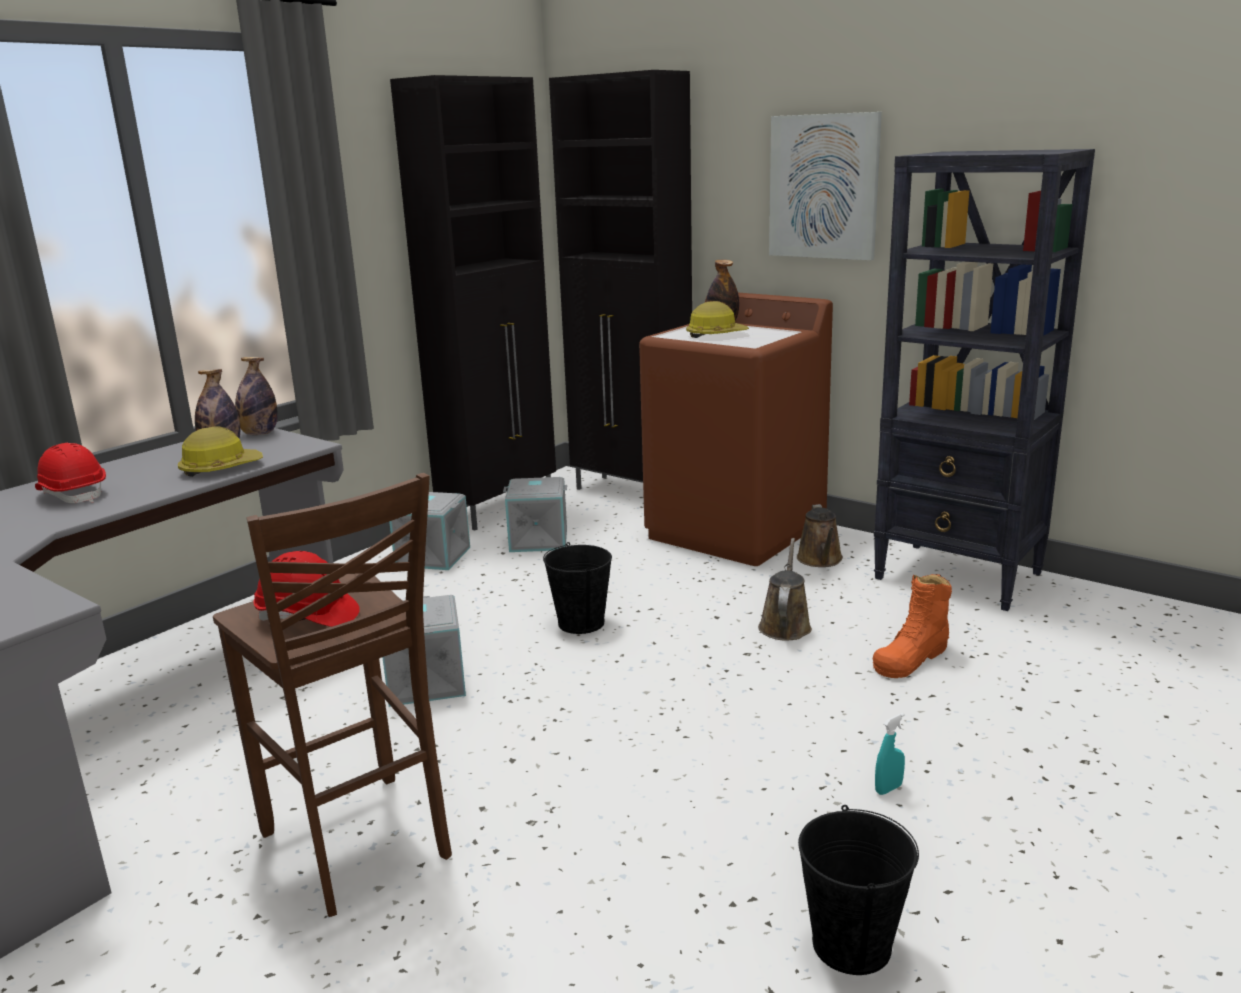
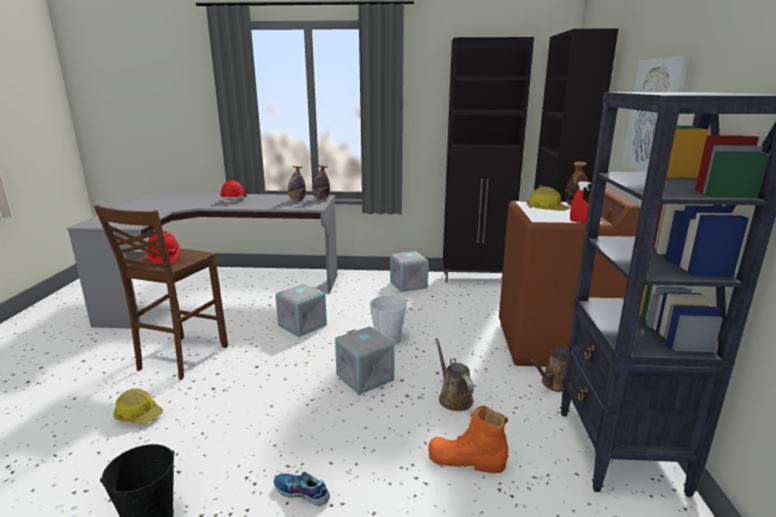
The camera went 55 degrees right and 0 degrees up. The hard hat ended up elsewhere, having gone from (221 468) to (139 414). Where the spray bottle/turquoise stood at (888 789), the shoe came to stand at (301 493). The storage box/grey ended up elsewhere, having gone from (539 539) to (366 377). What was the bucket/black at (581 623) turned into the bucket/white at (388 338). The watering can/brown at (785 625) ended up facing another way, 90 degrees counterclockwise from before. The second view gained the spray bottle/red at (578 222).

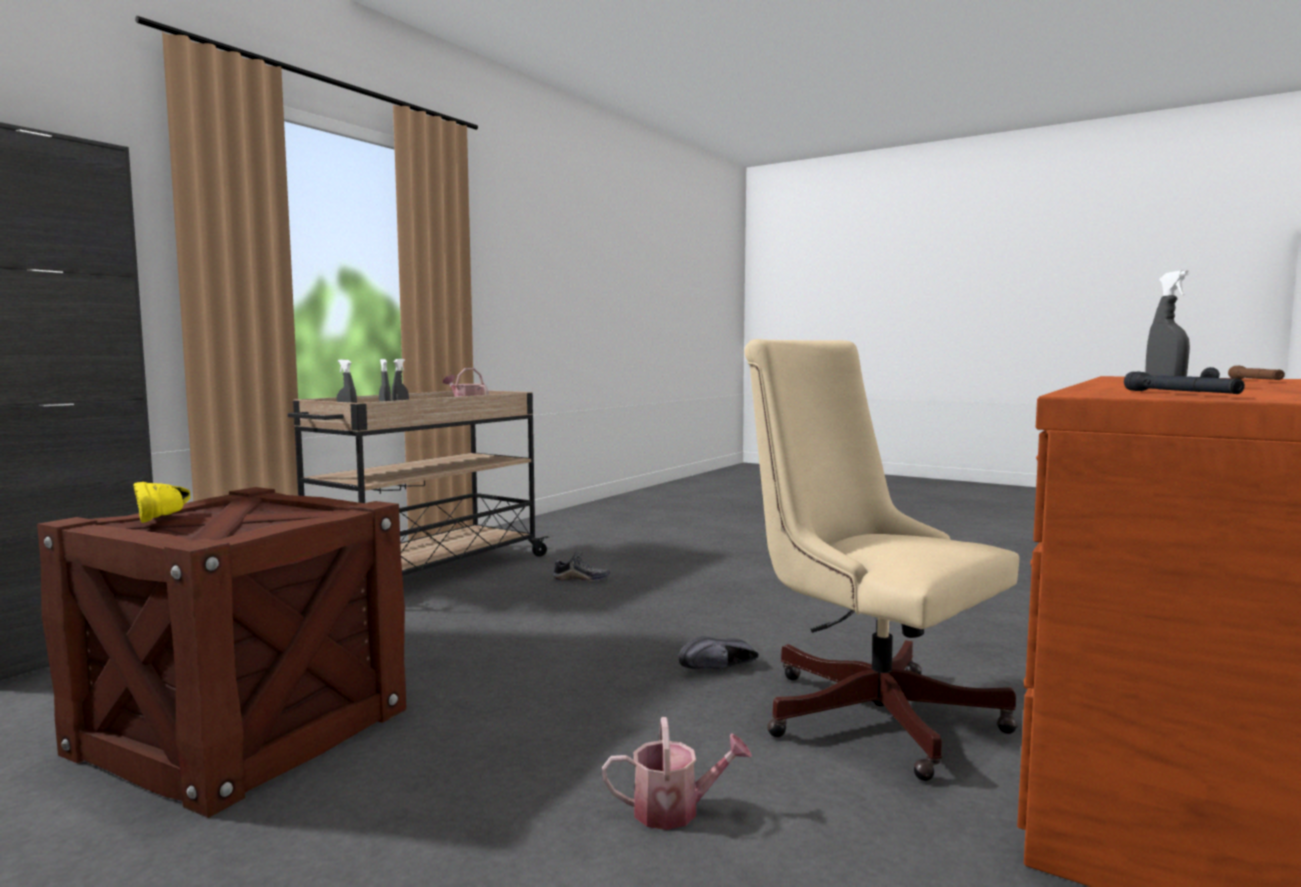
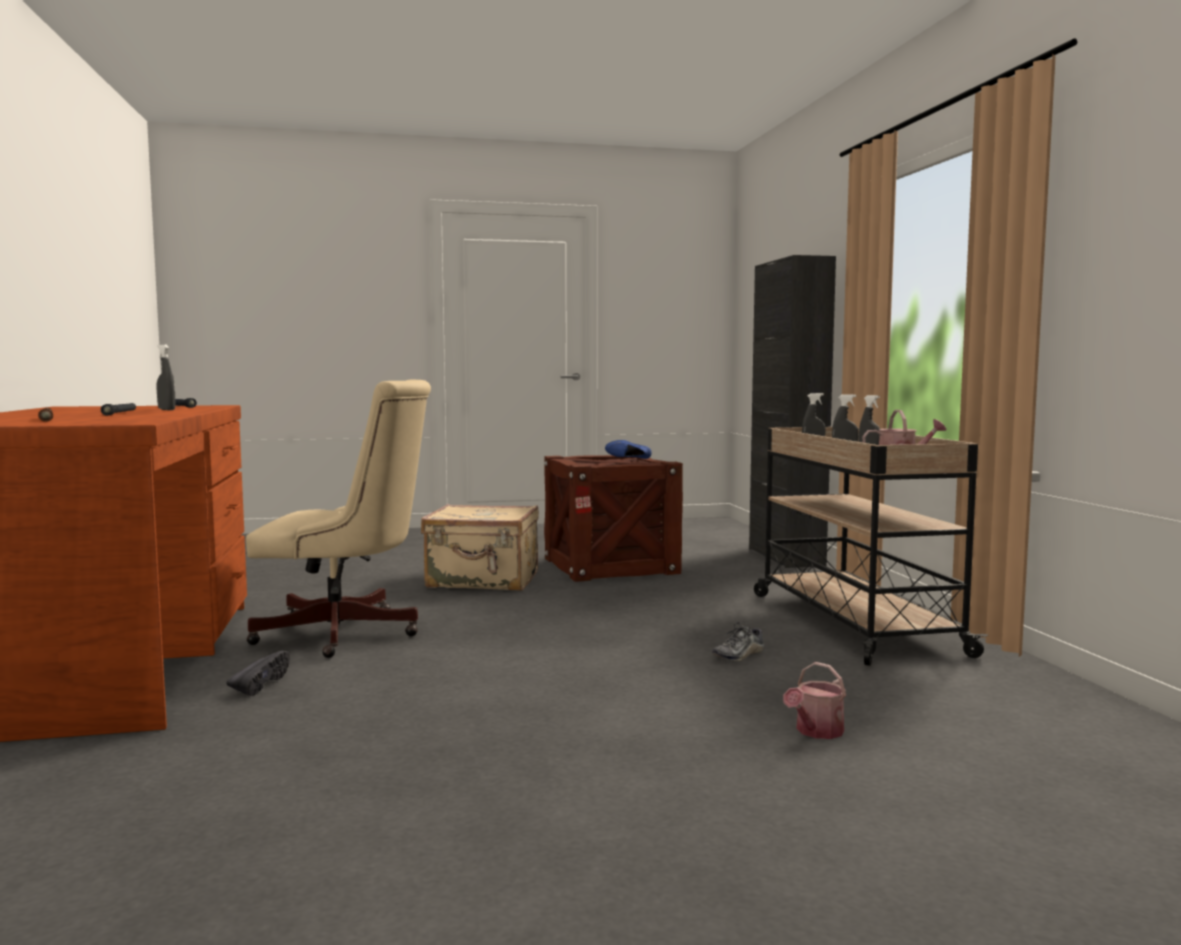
The camera went 135 degrees right and 0 degrees up. The shoe/black ended up elsewhere, having gone from (720 670) to (259 684). The second view gained the suitcase/beige at (483 581). What was the shoe/yellow at (166 518) turned into the shoe/blue at (627 459). The watering can ended up elsewhere, having gone from (675 810) to (816 732).

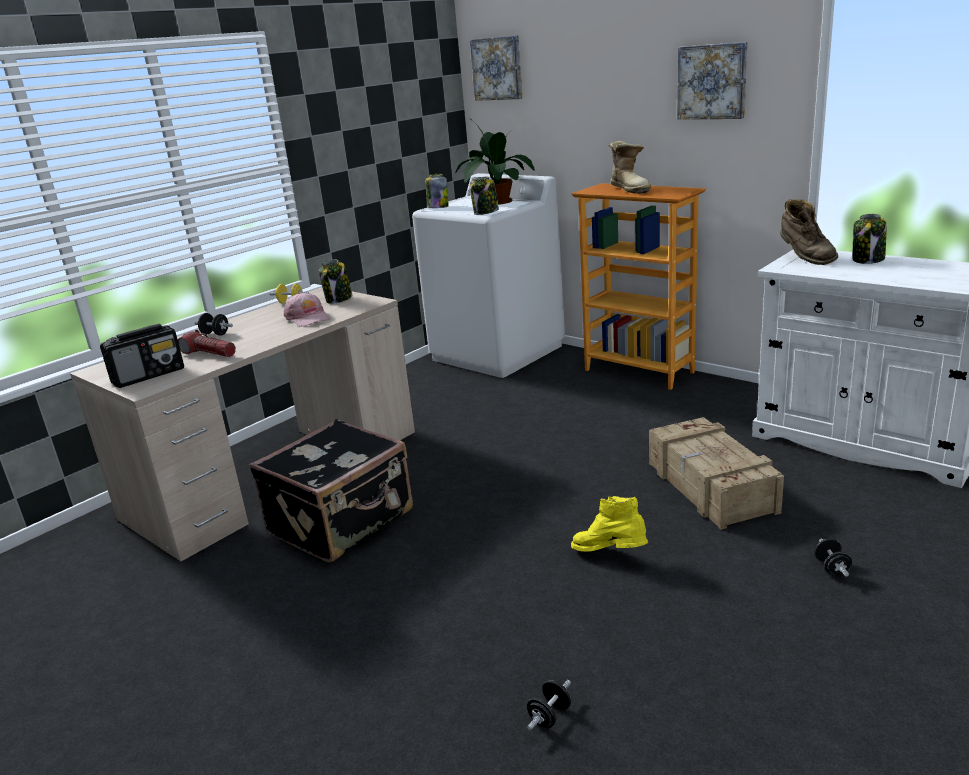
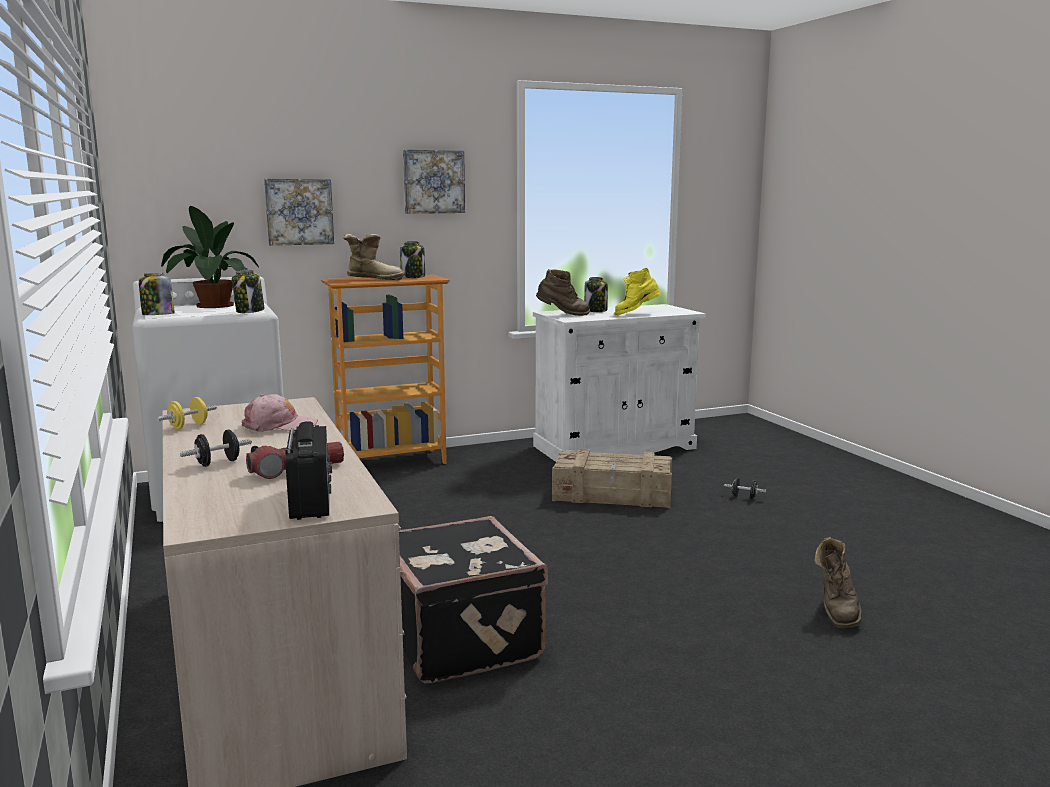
The camera went 65 degrees left and 10 degrees down. The picture ended up elsewhere, having gone from (498 68) to (299 211). The jar ended up elsewhere, having gone from (338 299) to (413 277). The boot/yellow ended up elsewhere, having gone from (610 555) to (636 314). Where the dumbbell/black stood at (550 716), the boot/brown came to stand at (836 611).

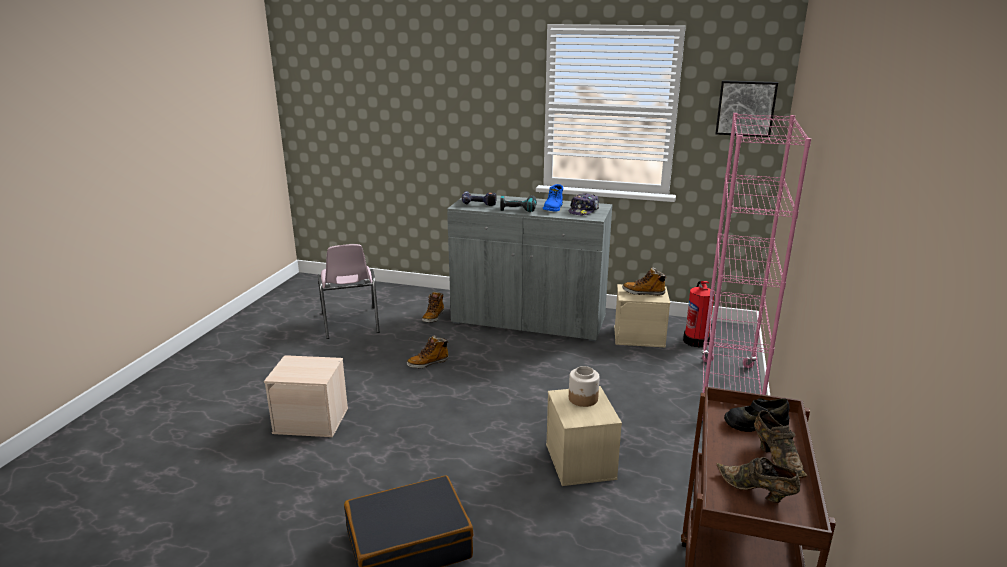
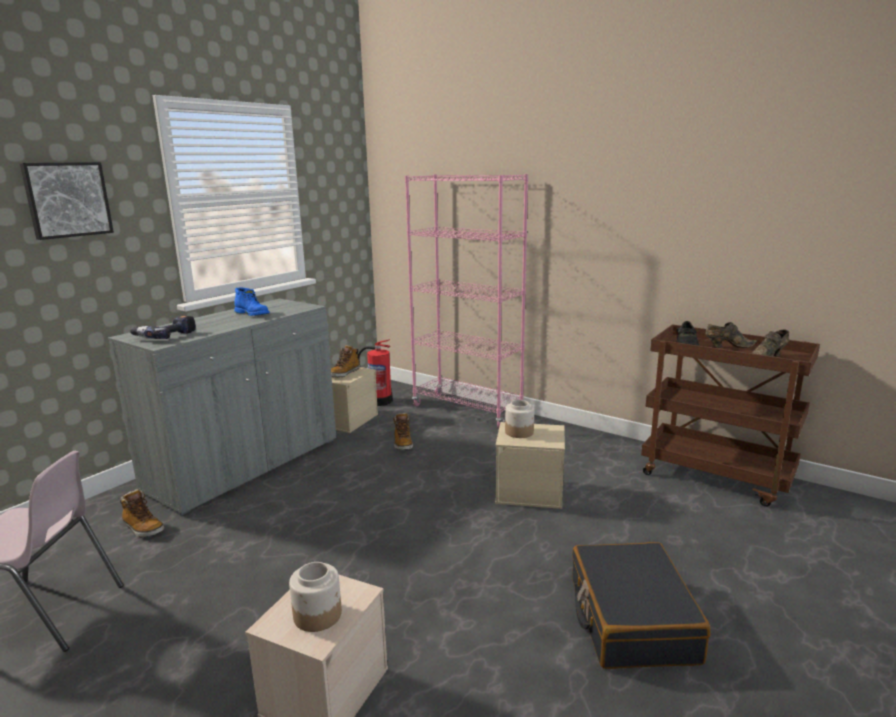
The camera went 70 degrees left and 5 degrees down. The picture ended up elsewhere, having gone from (745 108) to (67 199). The second view gained the jar at (318 615). The boot ended up elsewhere, having gone from (428 363) to (403 443). The second view lost the power drill at (518 208). The second view lost the cap at (584 211).

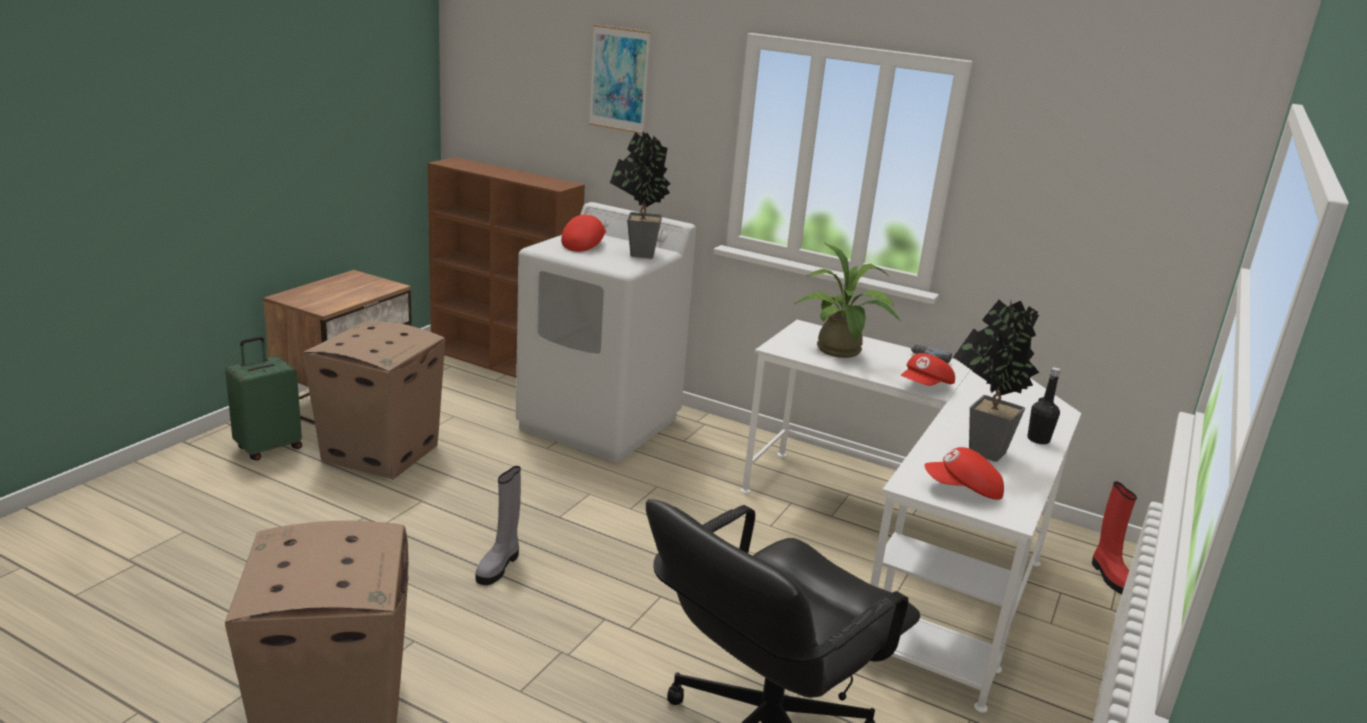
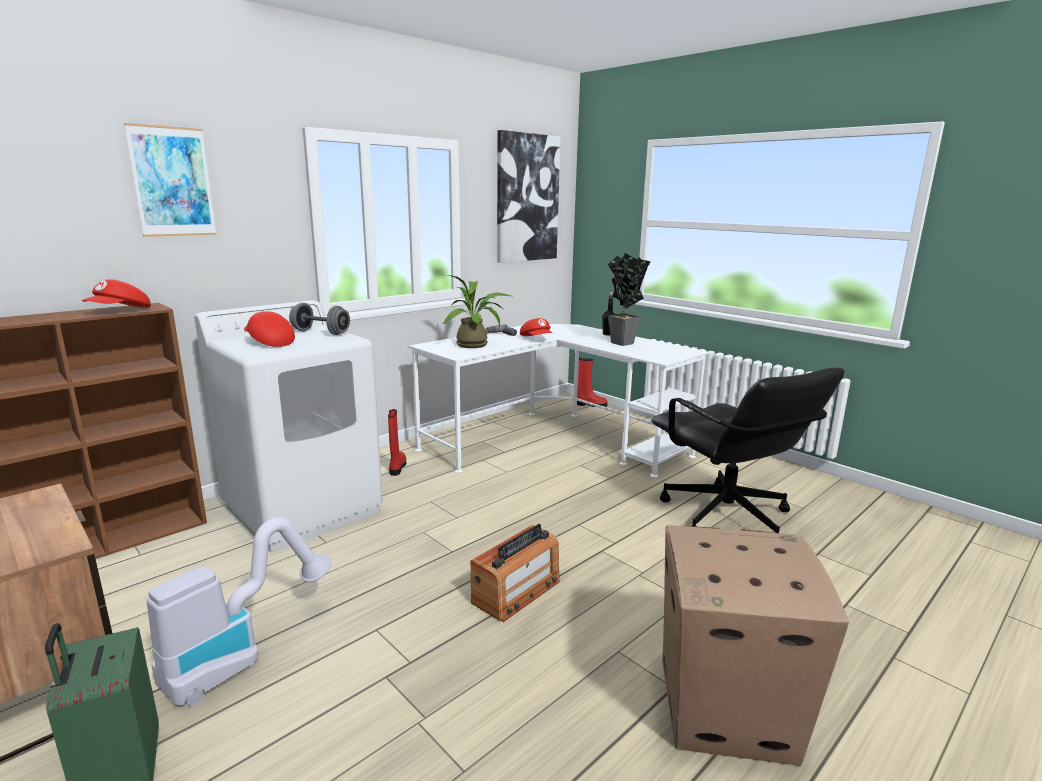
The camera went 70 degrees left and 5 degrees down. The cap/red ended up elsewhere, having gone from (963 490) to (120 311). Where the cardboard box stood at (382 453), the vacuum cleaner came to stand at (241 654). Where the potted plant stood at (639 255), the dumbbell/grey came to stand at (320 332). The second view gained the boot/red at (397 467). Where the boot/grey stood at (499 566), the radio came to stand at (516 591). The second view gained the picture at (527 198).

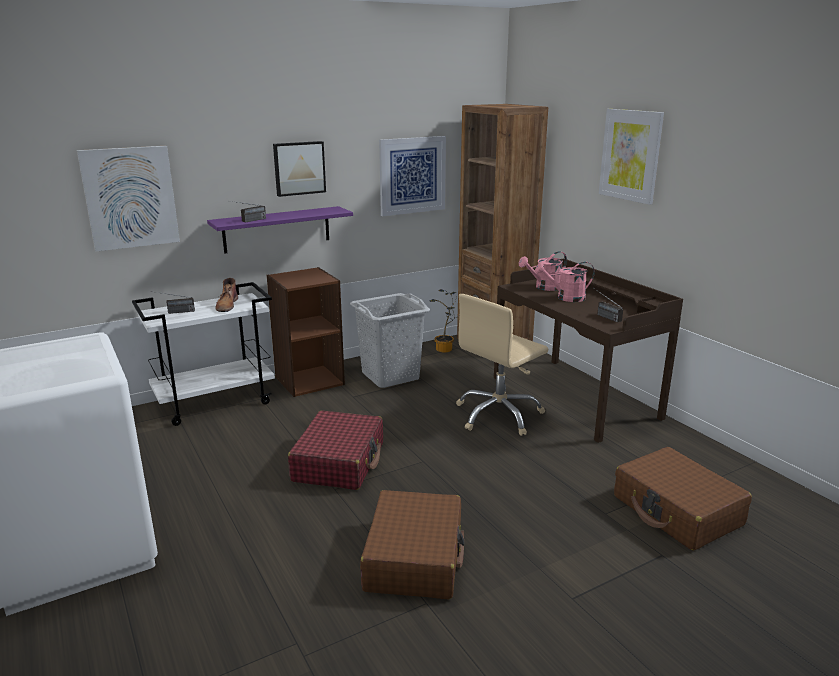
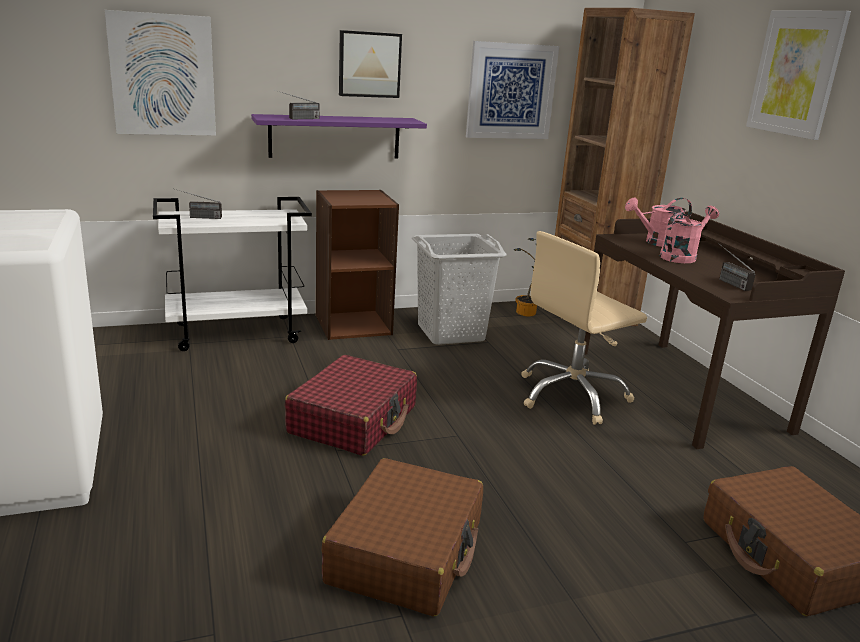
The camera went 10 degrees right and 0 degrees up. The watering can/pink at (565 298) ended up facing another way, 135 degrees clockwise from before. The second view lost the boot/brown at (227 305).

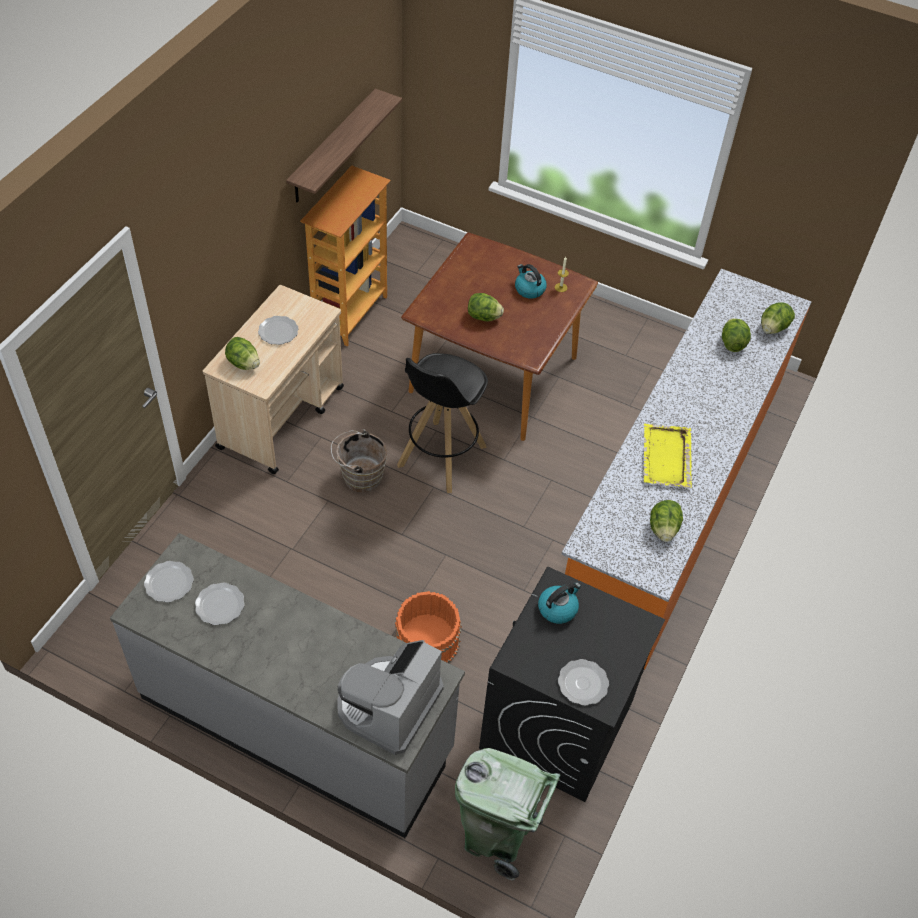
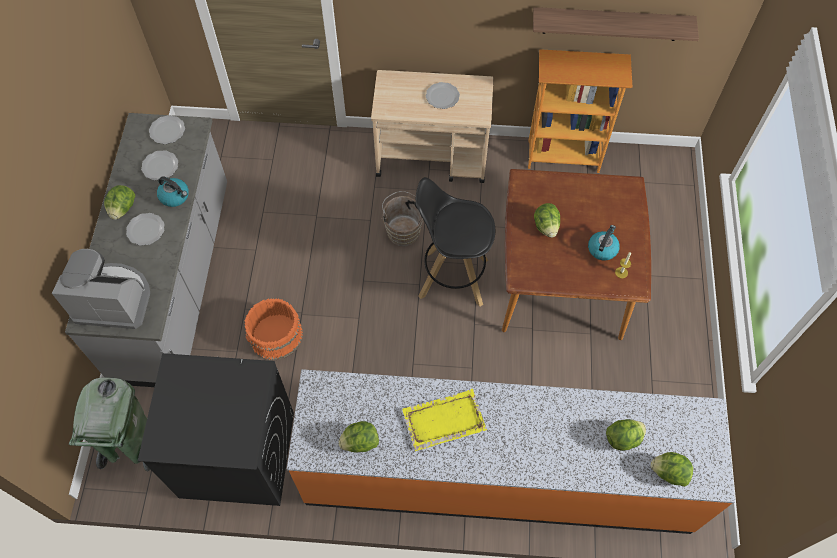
The camera went 70 degrees right and 10 degrees up. The lettuce ended up elsewhere, having gone from (243 364) to (123 209). The plate ended up elsewhere, having gone from (583 682) to (146 230). The kettle ended up elsewhere, having gone from (558 608) to (175 196).

